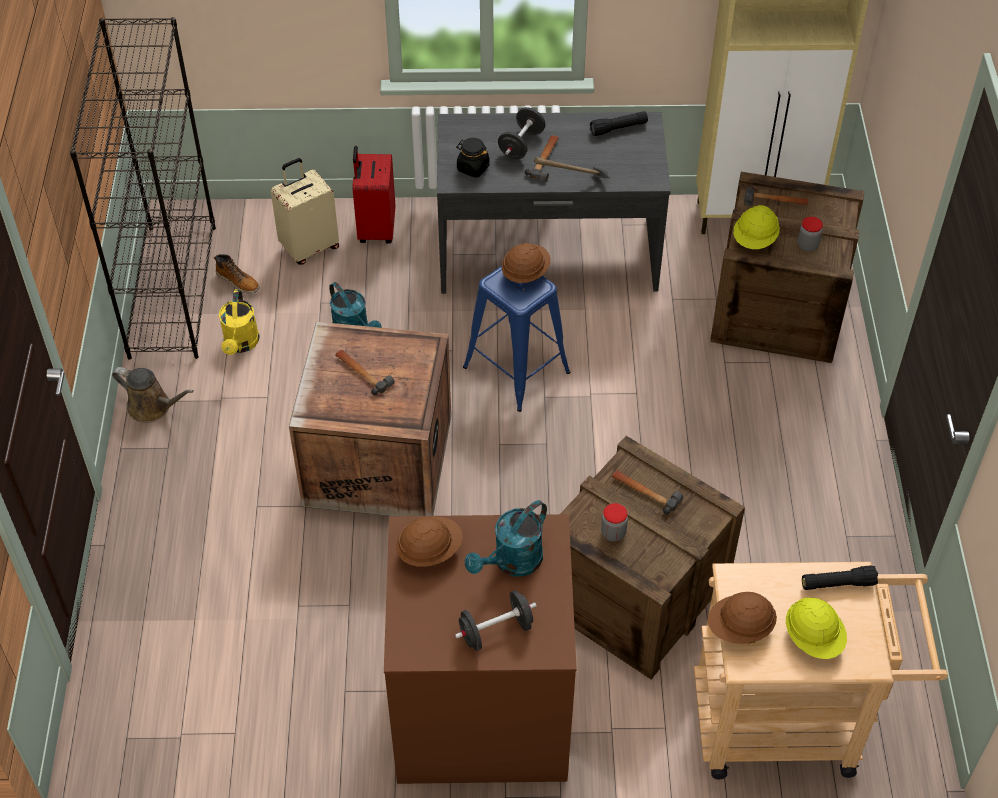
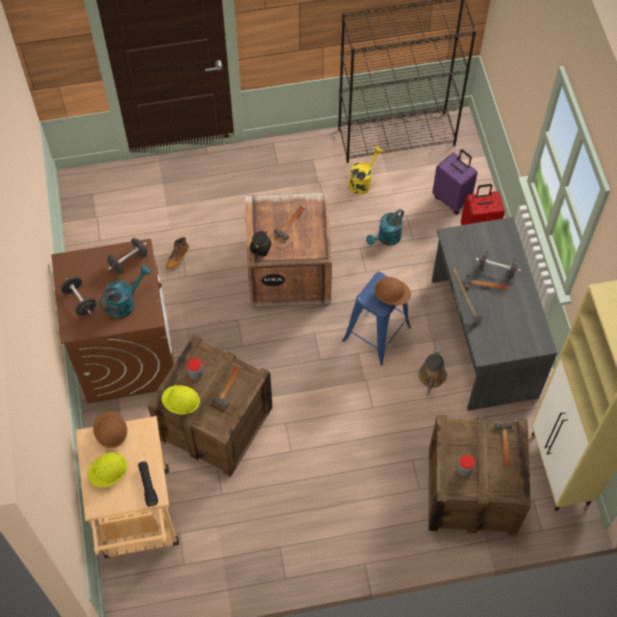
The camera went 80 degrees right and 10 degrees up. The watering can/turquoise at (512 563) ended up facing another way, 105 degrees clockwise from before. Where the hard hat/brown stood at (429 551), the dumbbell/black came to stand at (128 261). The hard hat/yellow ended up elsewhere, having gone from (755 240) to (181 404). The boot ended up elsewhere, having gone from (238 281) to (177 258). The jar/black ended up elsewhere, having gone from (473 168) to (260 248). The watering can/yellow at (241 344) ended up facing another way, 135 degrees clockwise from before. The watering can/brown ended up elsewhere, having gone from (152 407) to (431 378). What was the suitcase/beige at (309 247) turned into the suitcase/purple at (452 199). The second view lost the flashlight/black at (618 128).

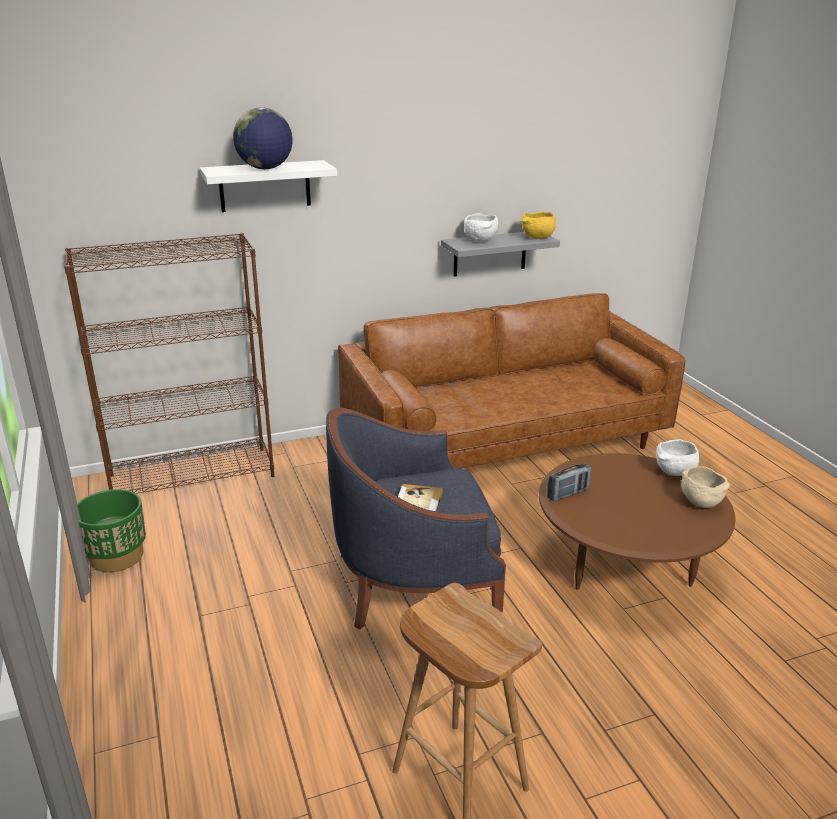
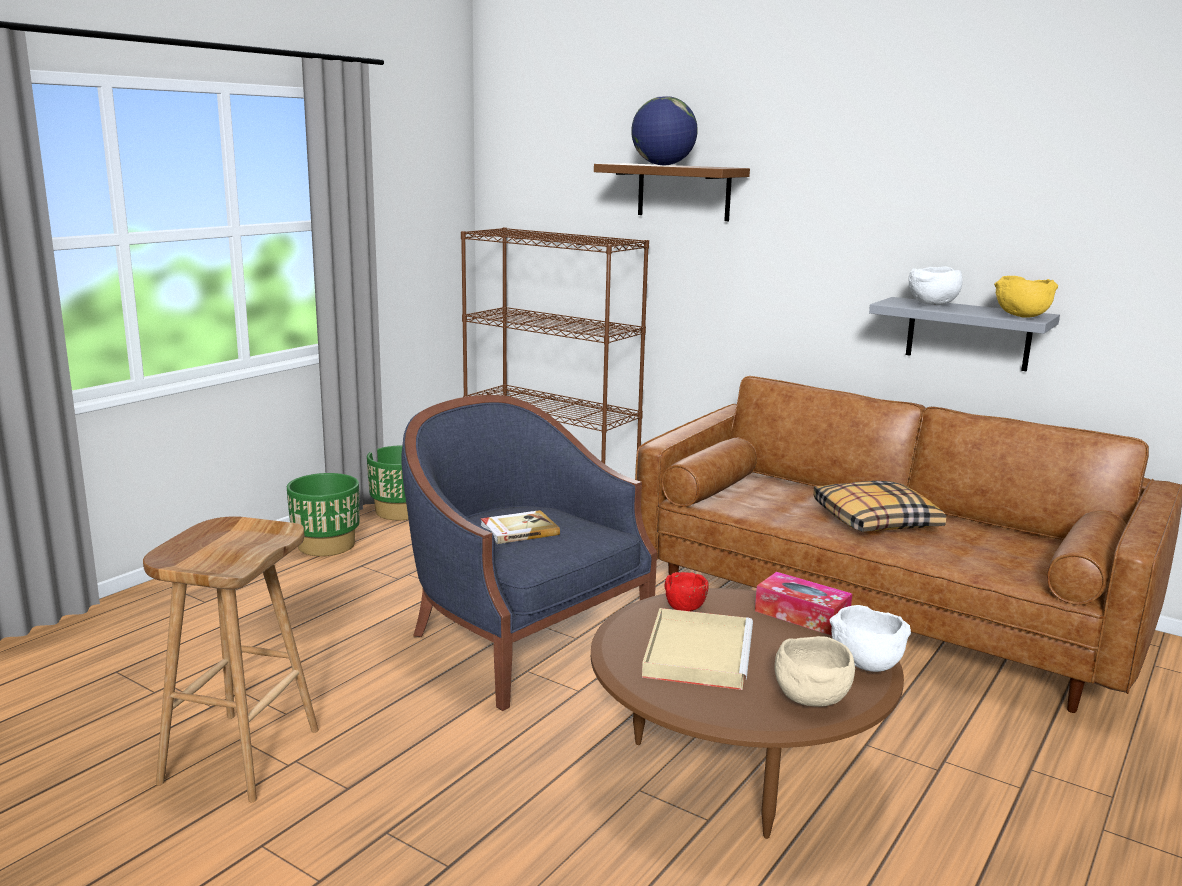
The camera went 55 degrees right and 10 degrees down. The second view gained the planter/green at (326 545). What was the shelf/white at (265 186) turned into the shelf/brown at (683 192). The second view gained the tray/beige at (697 652). Where the radio stood at (567 493), the bowl/red came to stand at (685 606). The second view gained the tissue box at (801 615). The second view gained the pillow at (874 521).

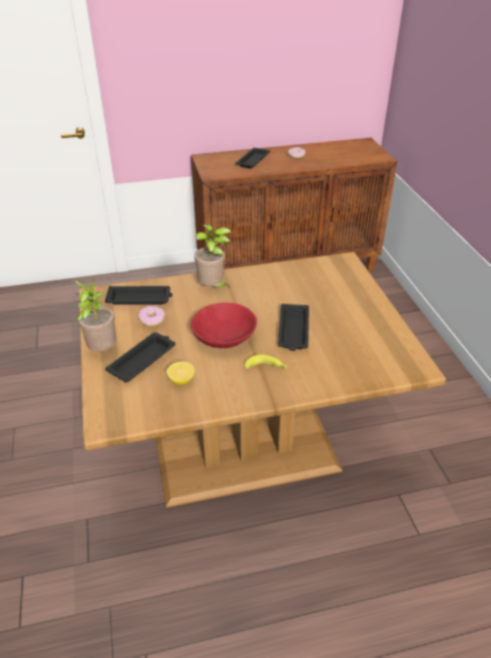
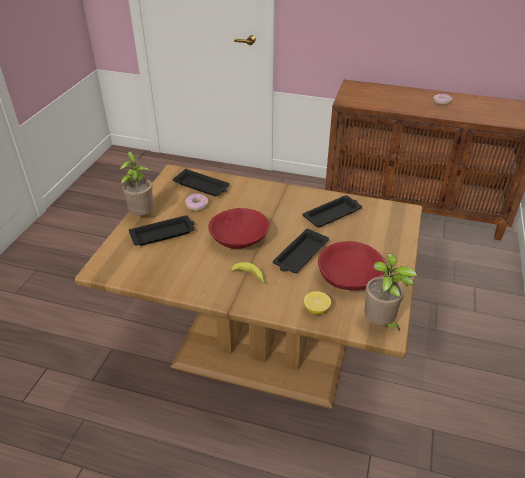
The camera went 30 degrees right and 0 degrees up. The tray/black ended up elsewhere, having gone from (253 160) to (333 214). The lemon ended up elsewhere, having gone from (181 380) to (316 310). The second view gained the bowl/red at (349 276). The potted plant ended up elsewhere, having gone from (213 288) to (380 324).

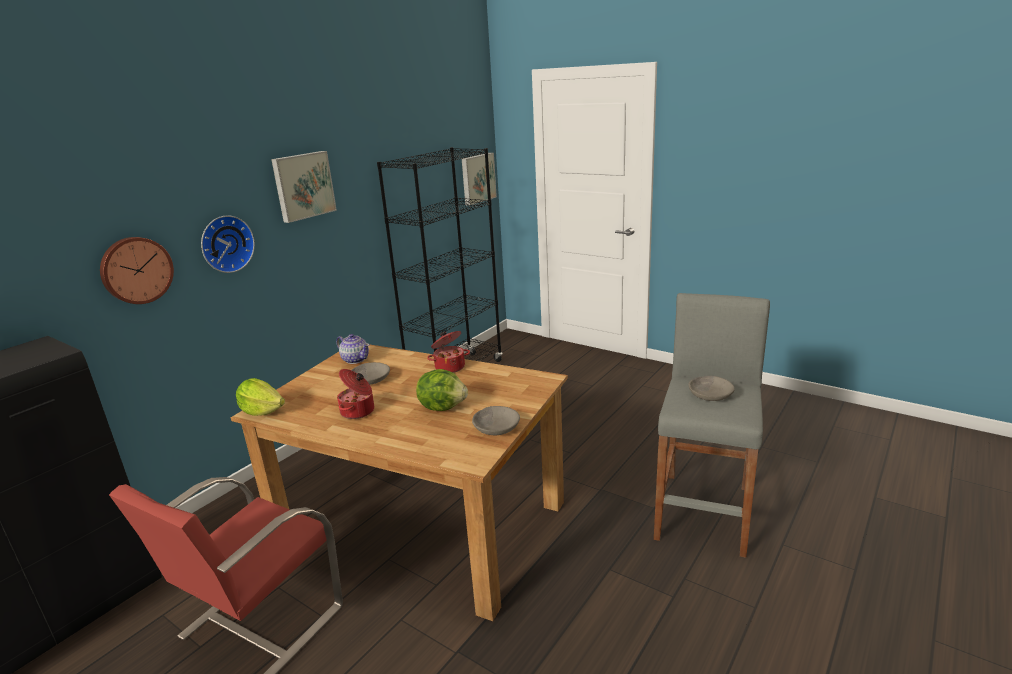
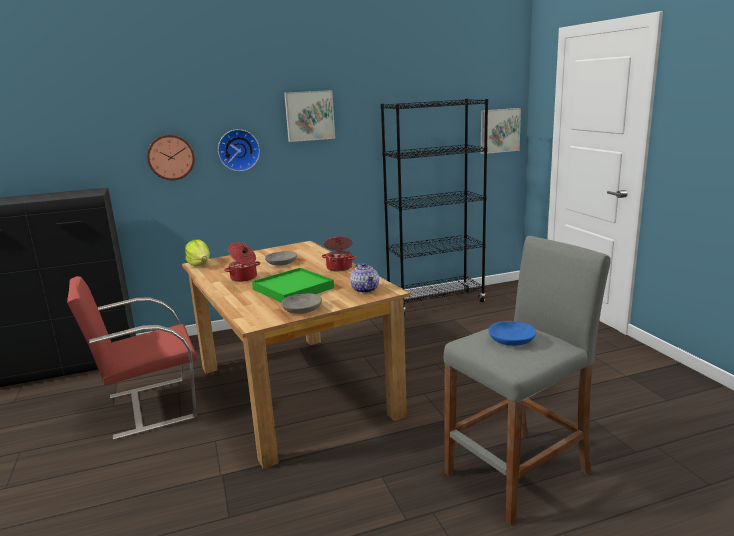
The camera went 35 degrees right and 5 degrees down. Where the lettuce stood at (443 407), the tray/green came to stand at (293 288). The teapot ended up elsewhere, having gone from (355 359) to (365 289). What was the bowl/grey at (710 394) turned into the bowl/blue at (512 340).

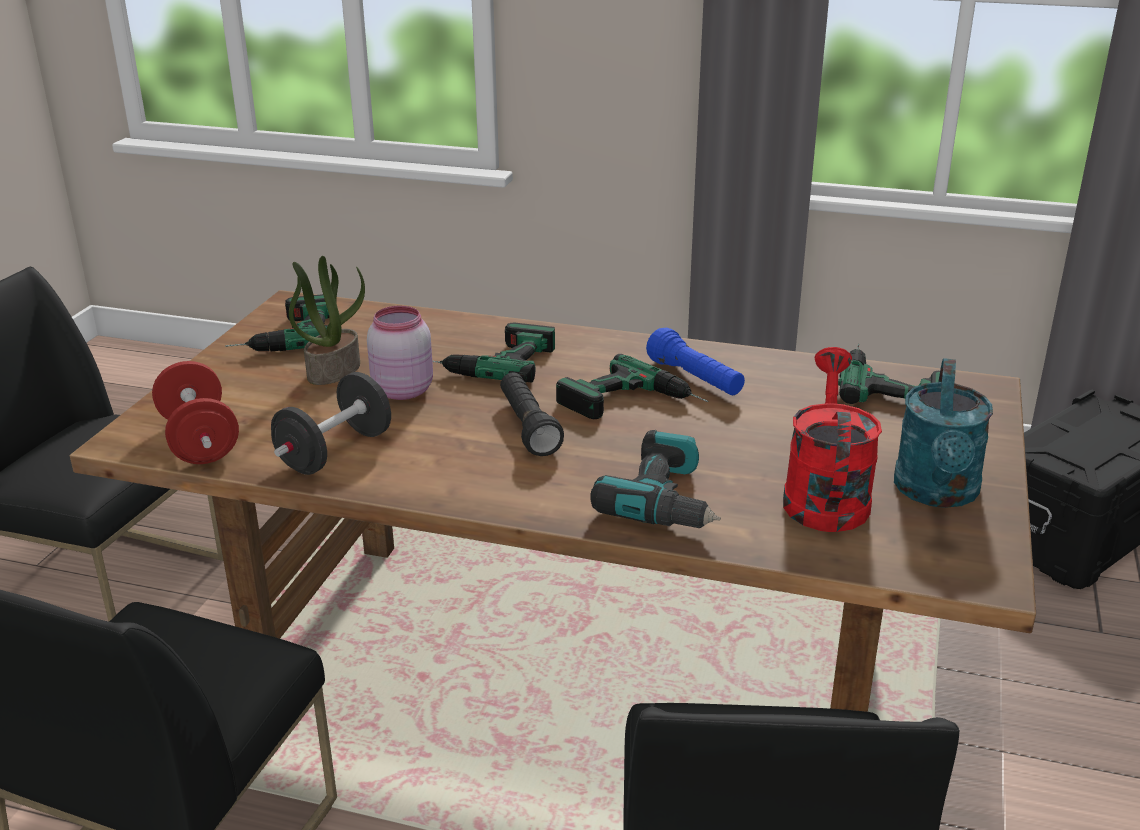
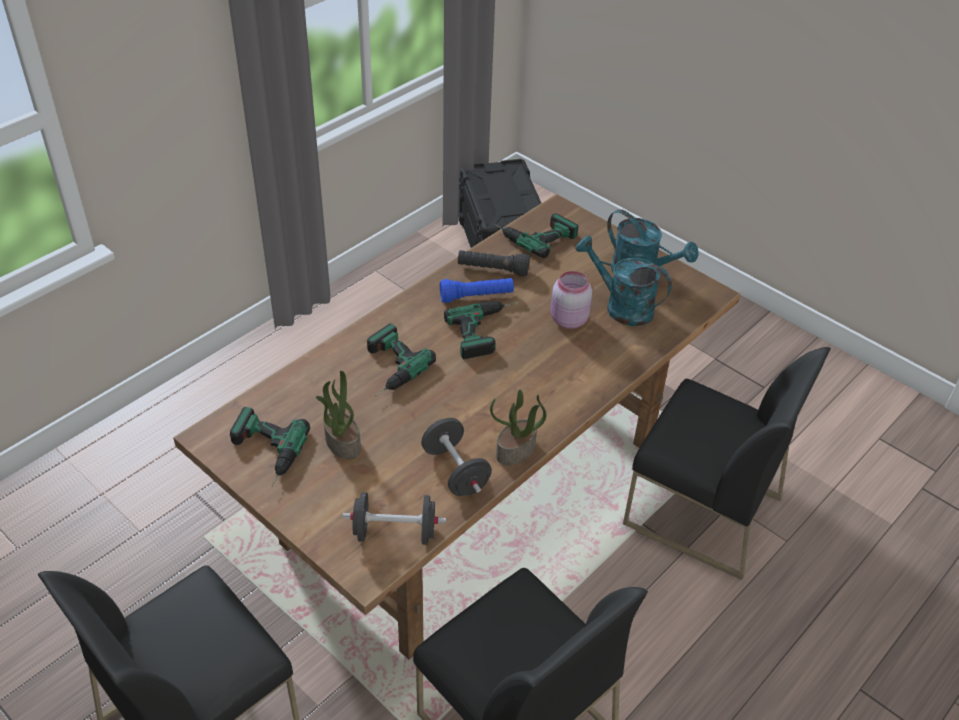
The camera went 65 degrees left and 15 degrees up. What was the dumbbell/red at (199 441) turned into the dumbbell/black at (395 533). The flashlight/black ended up elsewhere, having gone from (528 427) to (493 270). The second view gained the potted plant at (516 451). The jar/pink ended up elsewhere, having gone from (402 390) to (567 320). What was the watering can/red at (824 495) turned into the watering can/turquoise at (621 306). The second view lost the power drill at (665 501).

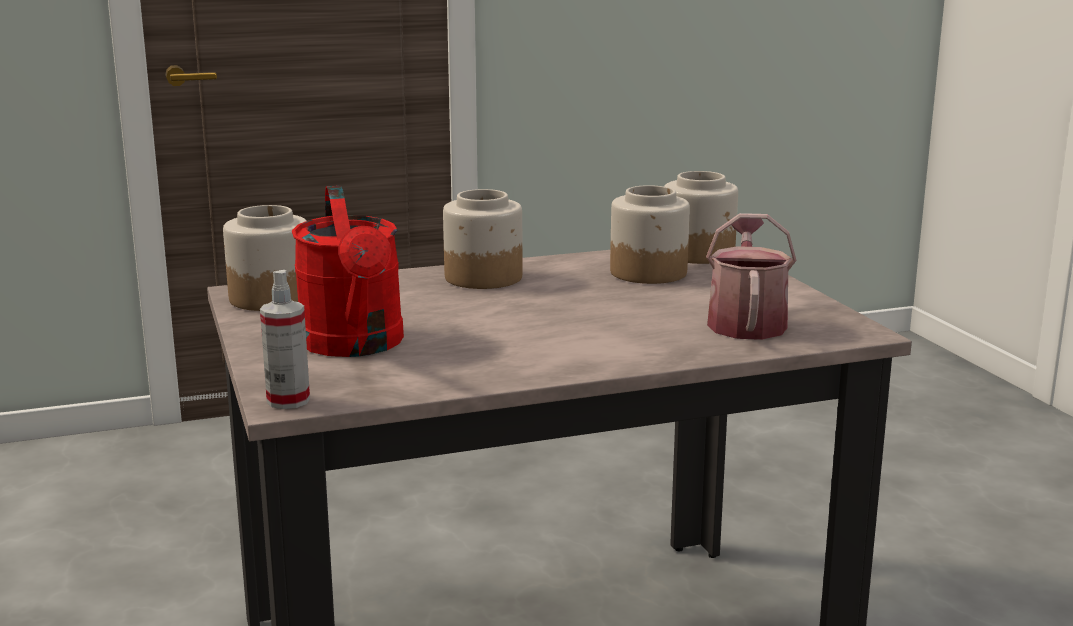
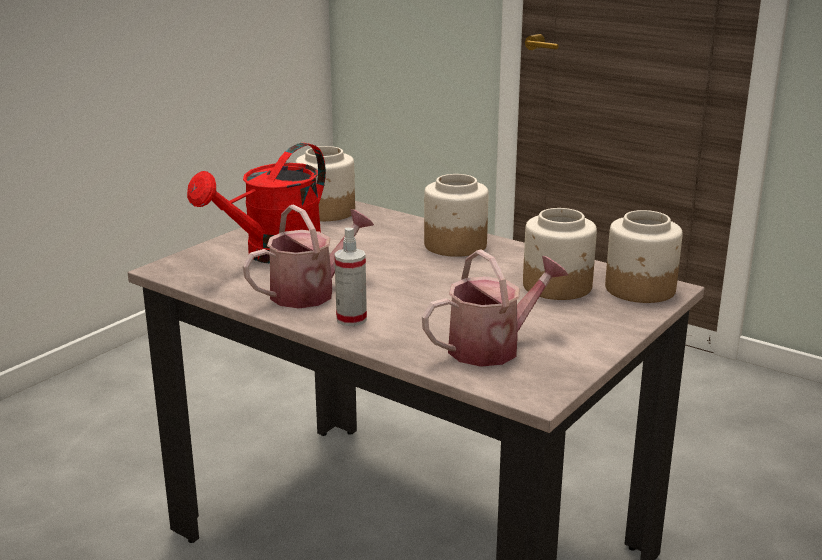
The camera went 55 degrees right and 5 degrees up. The second view gained the watering can at (310 292). The spray bottle ended up elsewhere, having gone from (288 401) to (351 319).

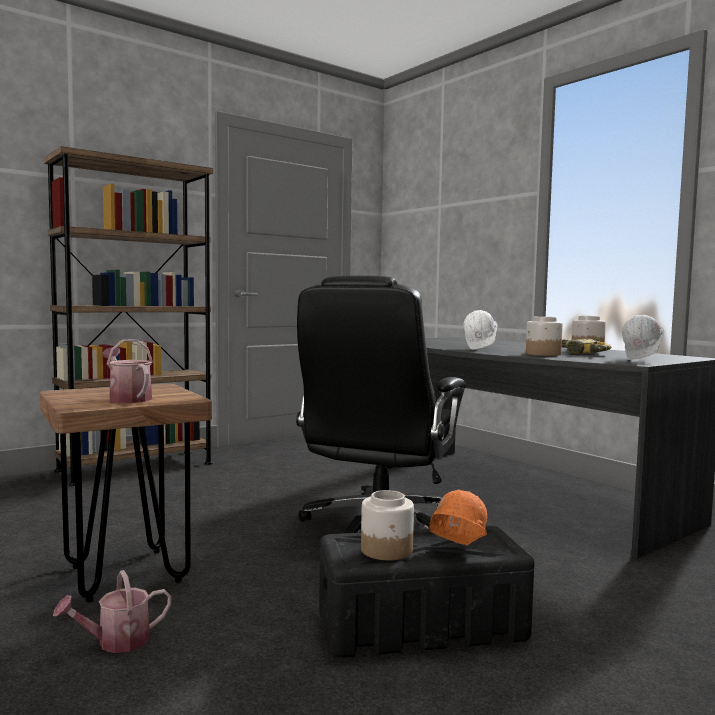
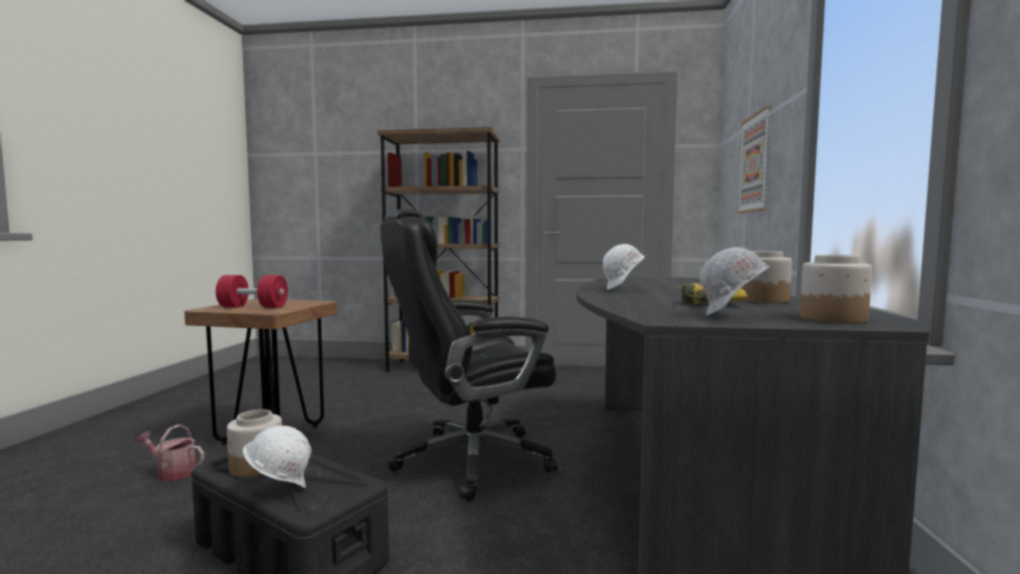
The camera went 45 degrees right and 0 degrees up. Where the watering can stood at (127 398), the dumbbell/red came to stand at (253 307). What was the hard hat/orange at (455 552) turned into the hard hat/white at (279 489). The second view gained the picture at (755 163). The jar ended up elsewhere, having gone from (543 354) to (832 319).

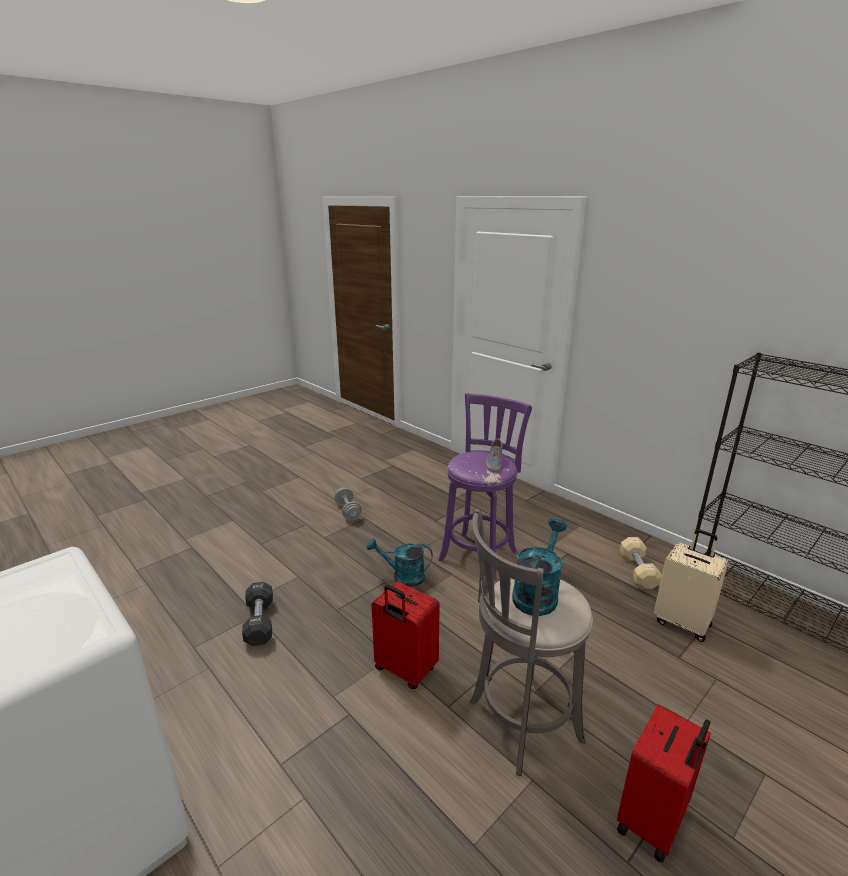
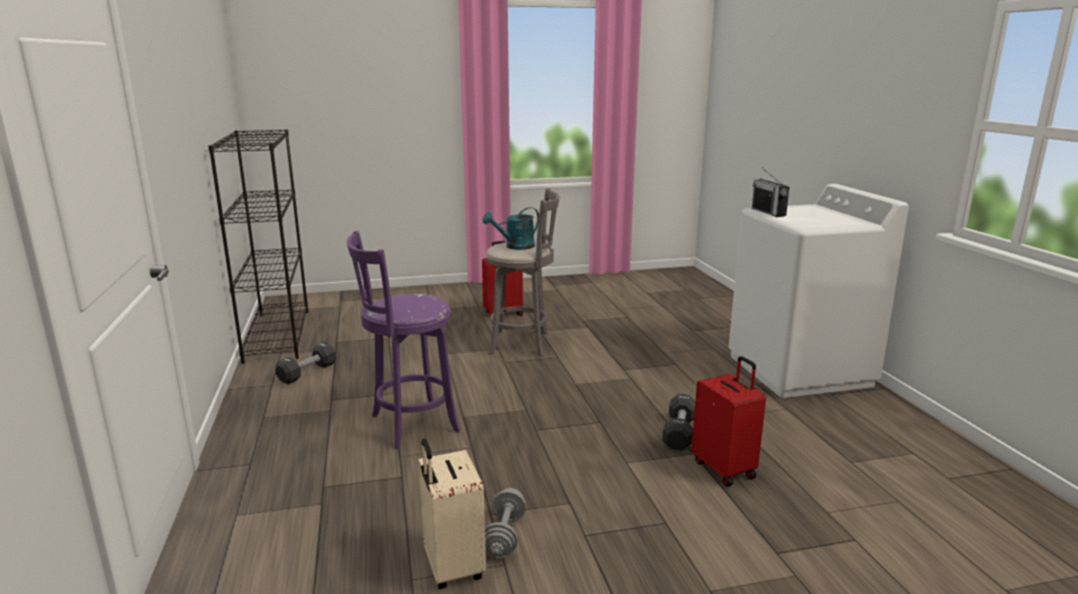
The camera went 150 degrees left and 5 degrees down. What was the dumbbell/beige at (638 571) turned into the dumbbell/black at (307 373). The suitcase/beige ended up elsewhere, having gone from (682 622) to (451 567). The suitcase/red ended up elsewhere, having gone from (404 670) to (725 469). The second view gained the radio at (768 212). The second view lost the watering can/turquoise at (403 576). The second view lost the shoe at (494 462).

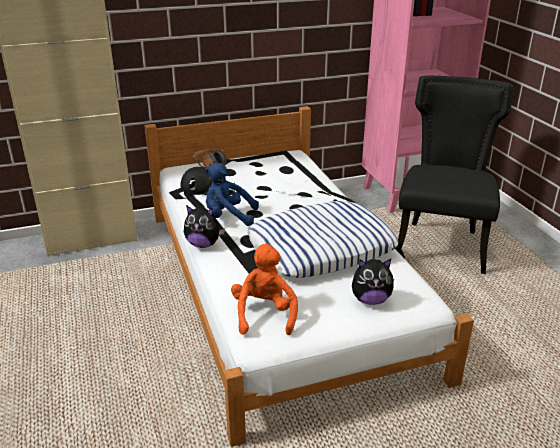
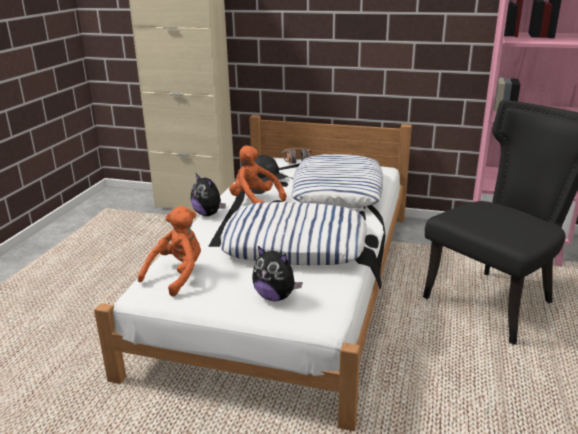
The camera went 35 degrees right and 5 degrees down. What was the plush toy/blue at (228 217) turned into the plush toy/orange at (254 200). The second view gained the pillow at (337 189).

